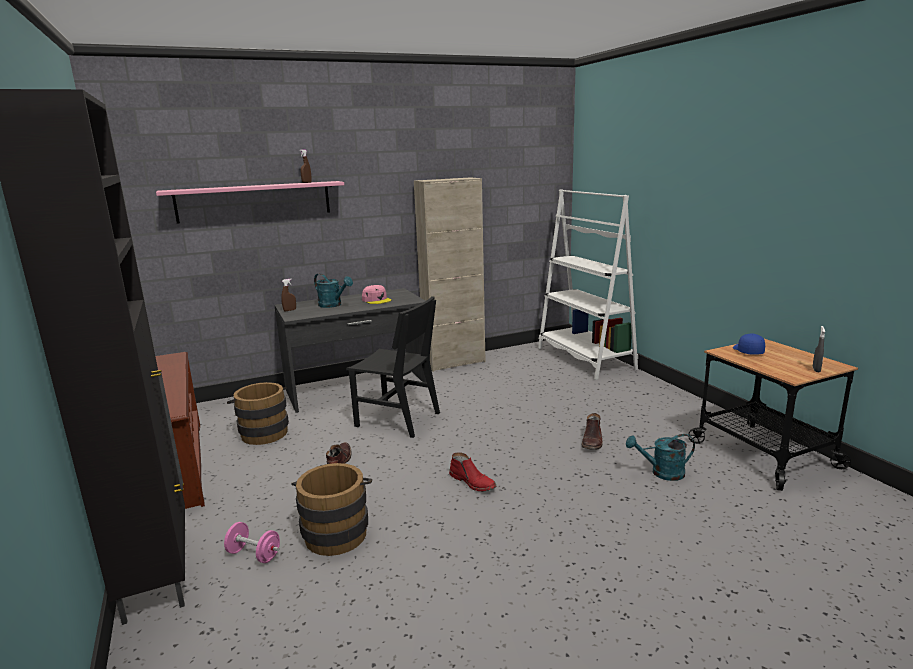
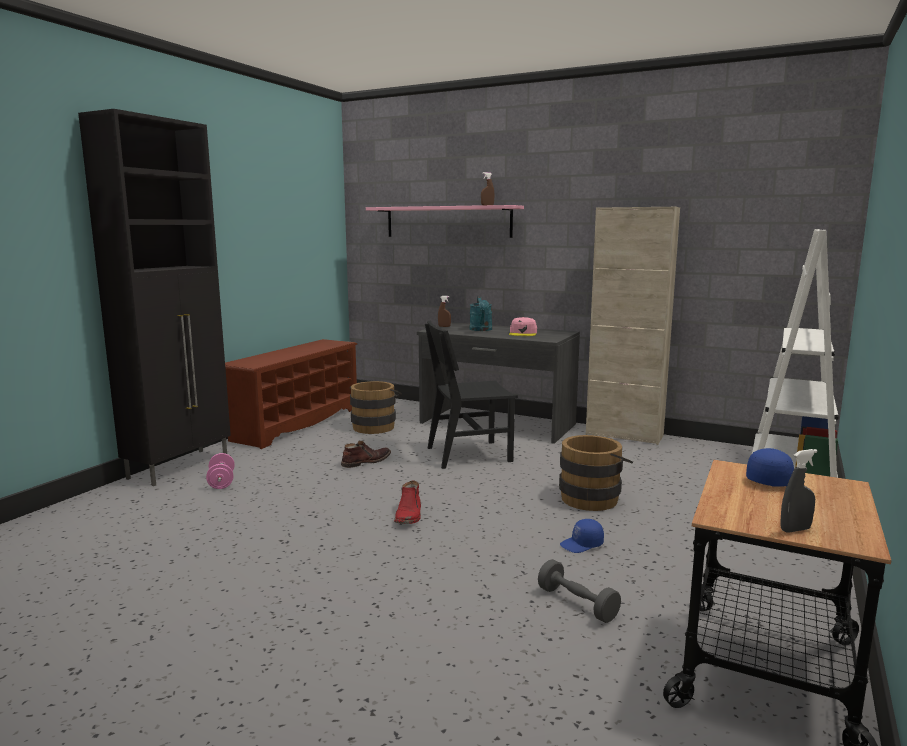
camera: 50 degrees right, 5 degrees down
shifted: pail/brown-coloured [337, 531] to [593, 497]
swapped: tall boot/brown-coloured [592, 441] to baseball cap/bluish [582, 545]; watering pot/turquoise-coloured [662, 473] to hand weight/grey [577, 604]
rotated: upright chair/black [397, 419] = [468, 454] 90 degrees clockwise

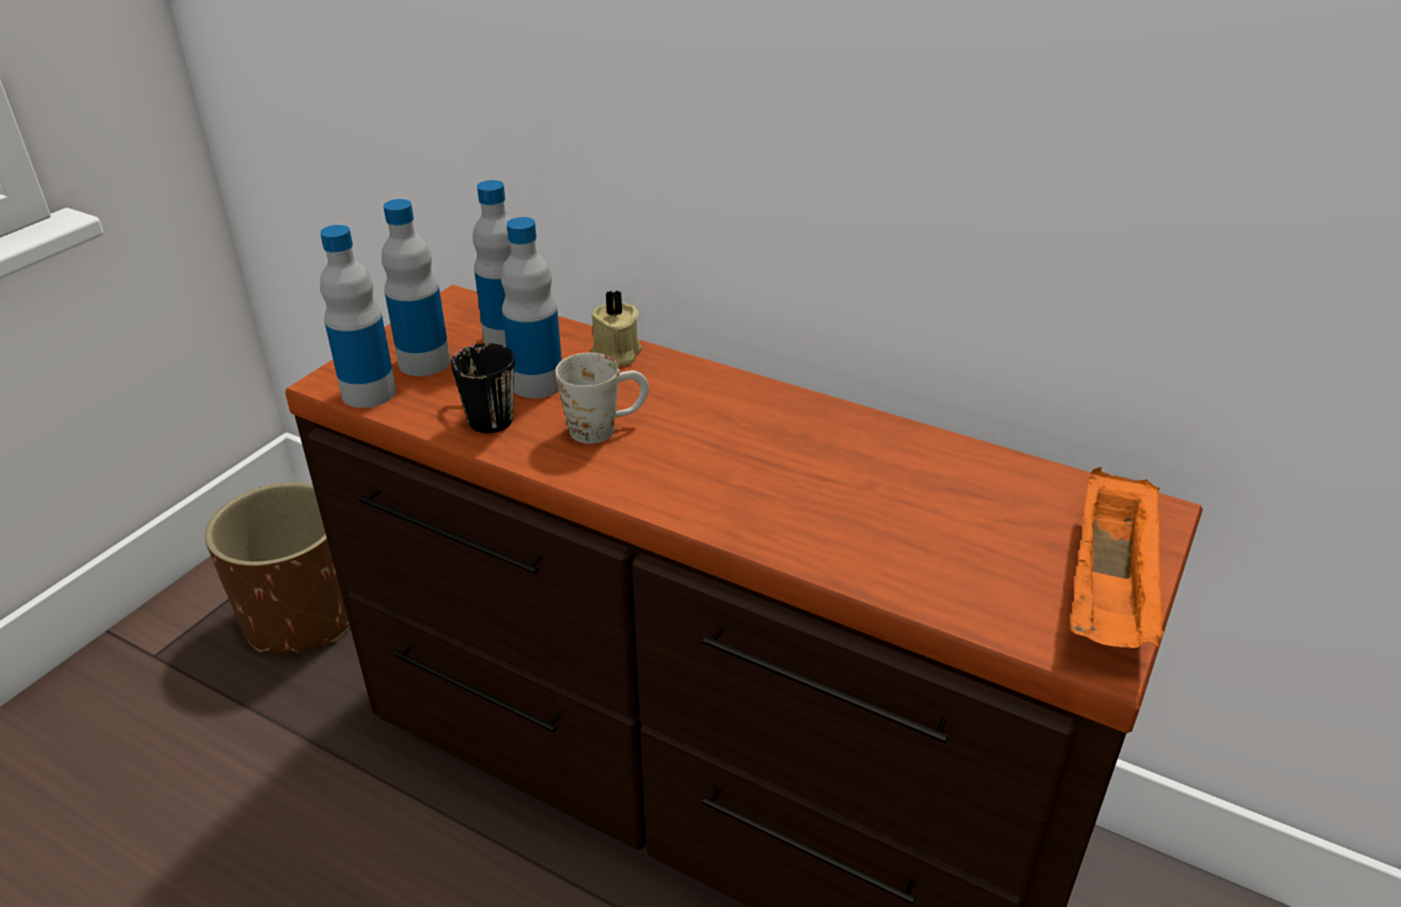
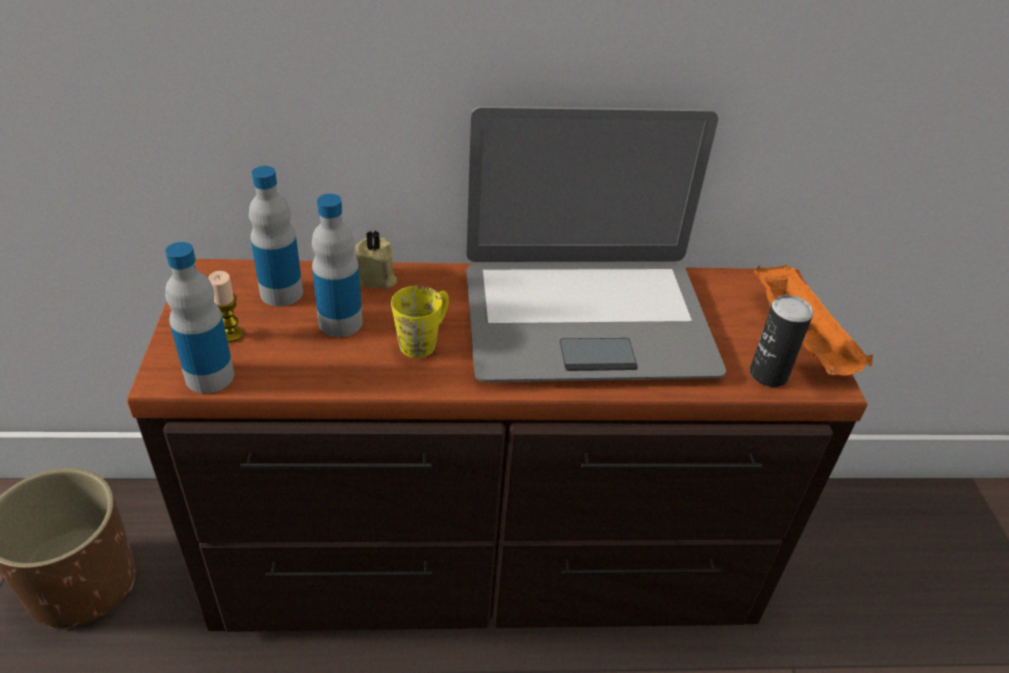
camera: 35 degrees left, 5 degrees up
gone: mug/black [482, 414]
new: notebook computer [586, 320]; can [768, 374]
swapped: drink bottle [424, 362] to wax light [230, 334]
repainted: mug/white-coloured [606, 427] to mug/yellowish [424, 340]

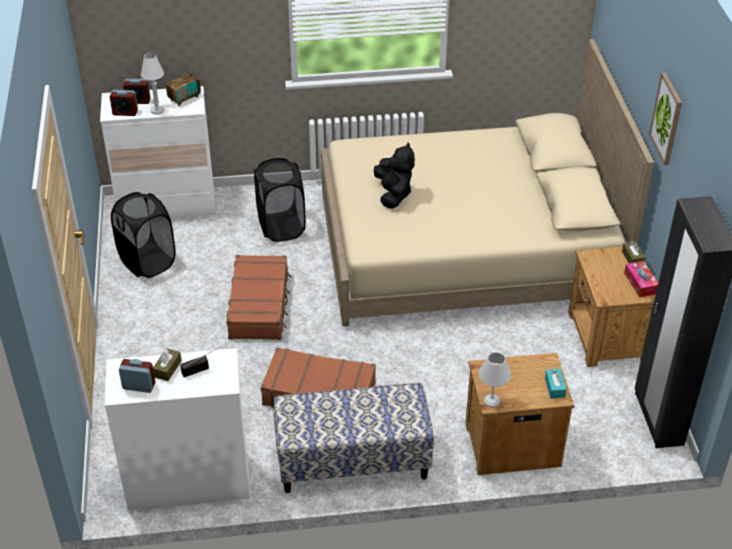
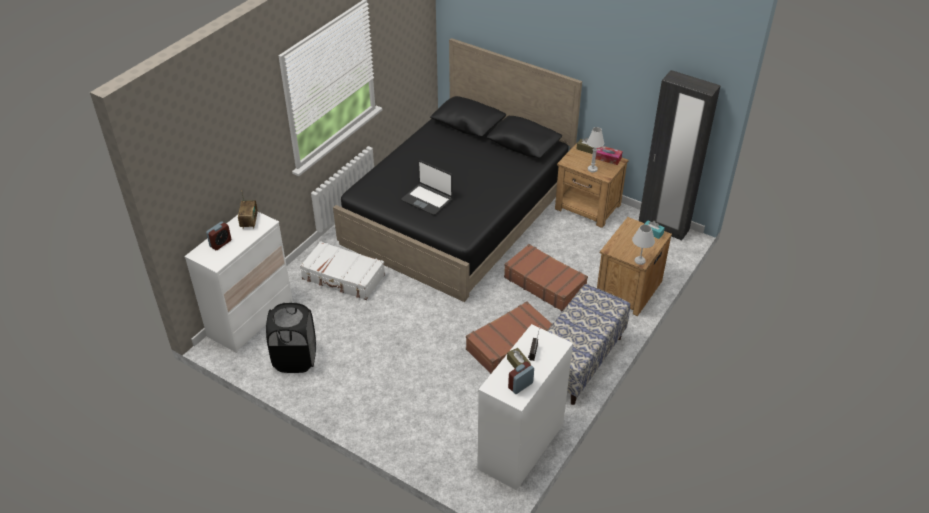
camera: 50 degrees left, 0 degrees up
gone: bedside clock [125, 112]; wall picture [667, 118]
shifted: table lamp/white-coloured [157, 110] to [592, 169]; piece of luggage/brown-coloured [259, 305] to [545, 283]
swapped: laundry basket/black [281, 227] to piece of luggage/white-coloured [343, 278]; soft toy/black [393, 194] to notebook computer [427, 199]
repainted: bed/beige [466, 247] to bed/black [459, 214]

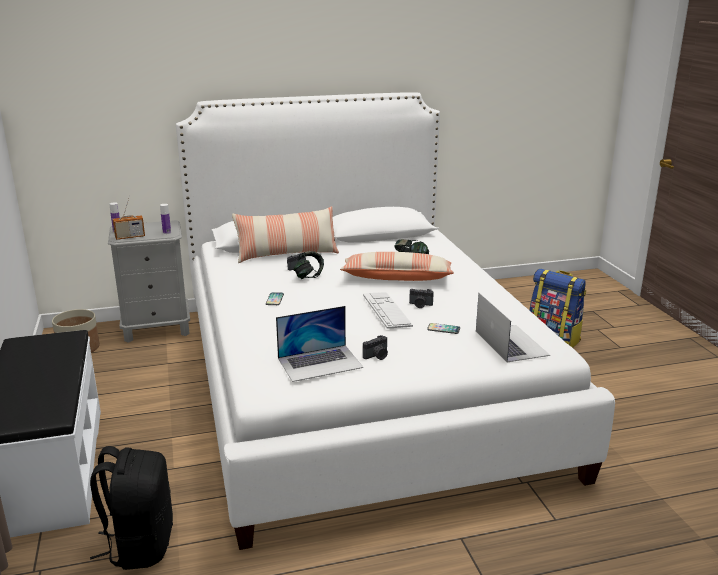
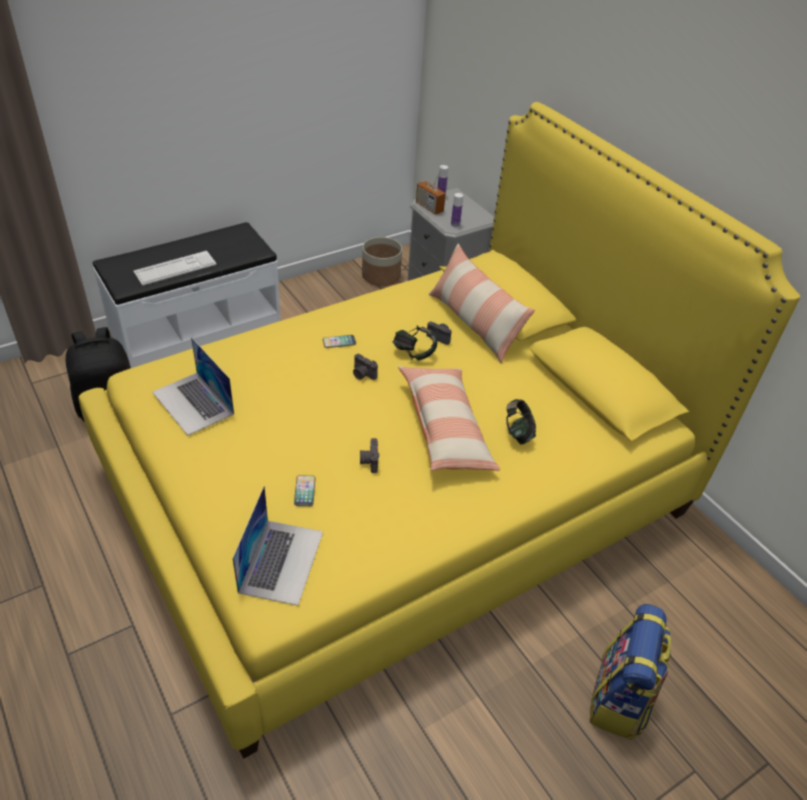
camera: 70 degrees right, 20 degrees up
shifted: computer keyboard [386, 310] to [175, 269]; still camera [377, 356] to [363, 374]
repainted: bed/white-coloured [357, 383] to bed/yellowish [396, 488]
rotated: notebook computer [511, 343] = [281, 561] 45 degrees counterclockwise

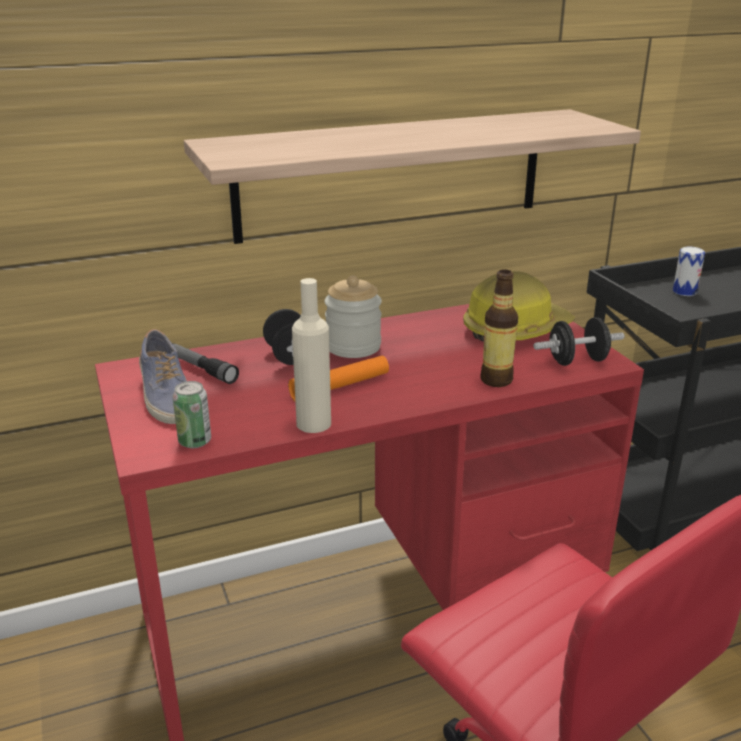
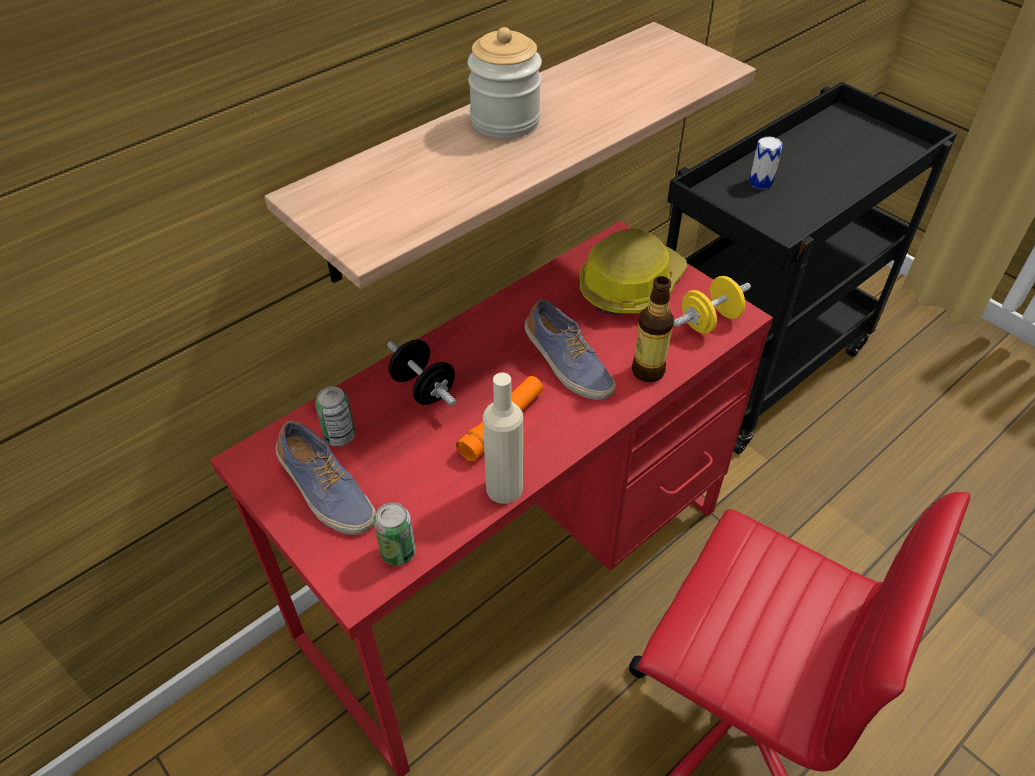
camera: 20 degrees left, 20 degrees up
new: shoe [566, 365]
shifted: storage jar [353, 346] to [505, 121]
swapped: hand torch [202, 369] to can [339, 436]
repainted: hand weight/black [577, 361] to hand weight/yellowish [709, 321]

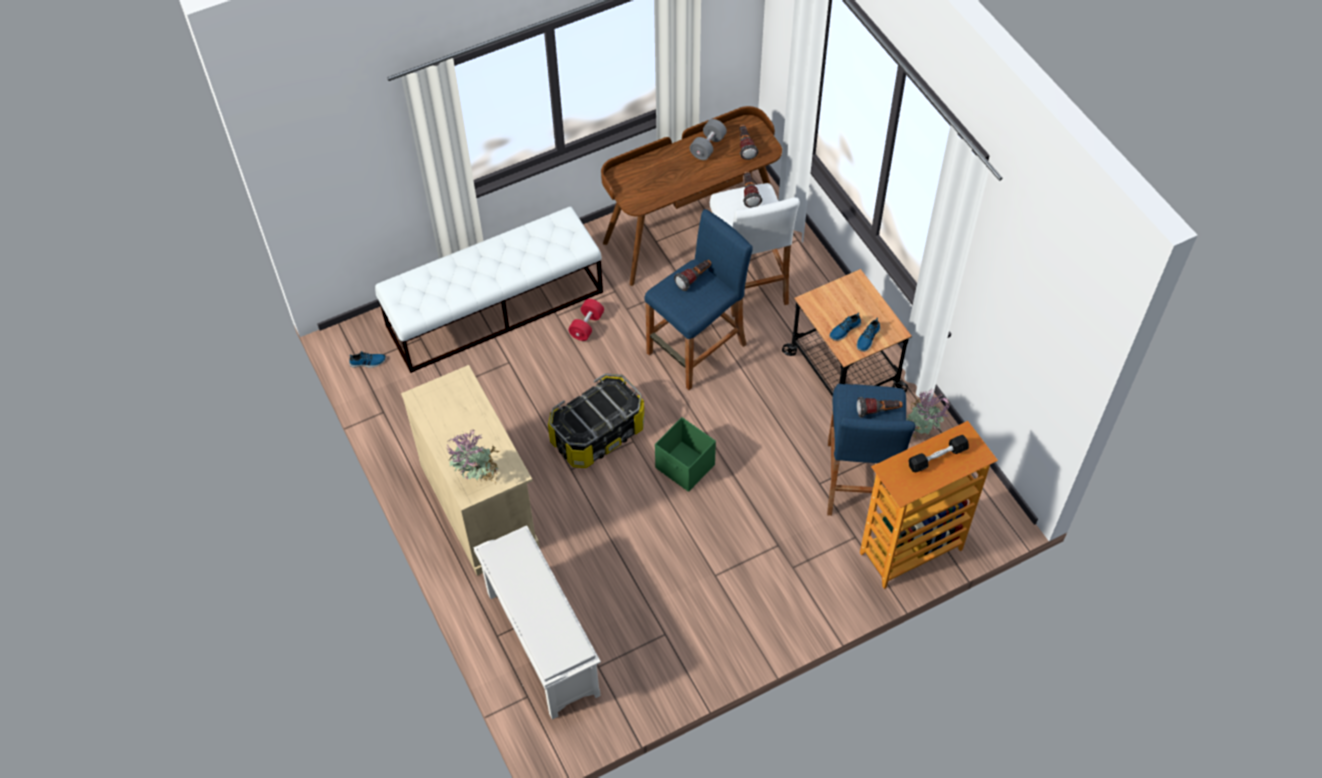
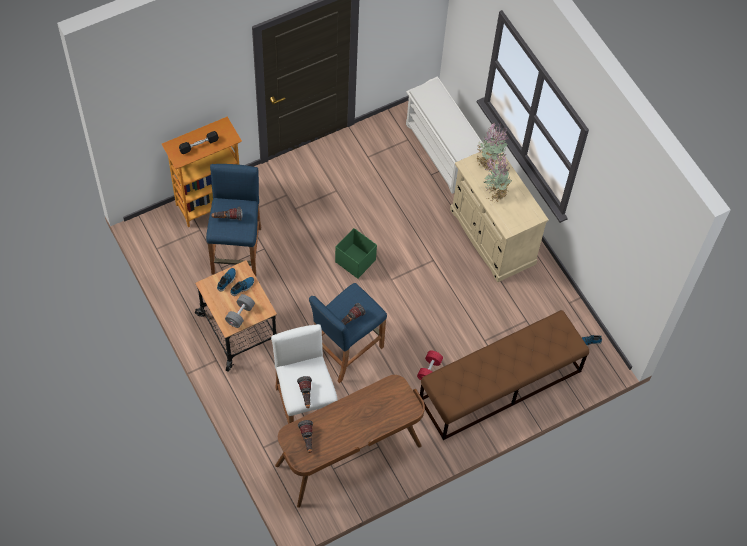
camera: 175 degrees right, 5 degrees up
gone: storage box [597, 433]
shifted: hand weight/grey [707, 147] to [240, 314]; plant in a pot [921, 434] to [495, 192]
repainted: long seat/white-coloured [495, 309] to long seat/brown-coloured [500, 385]

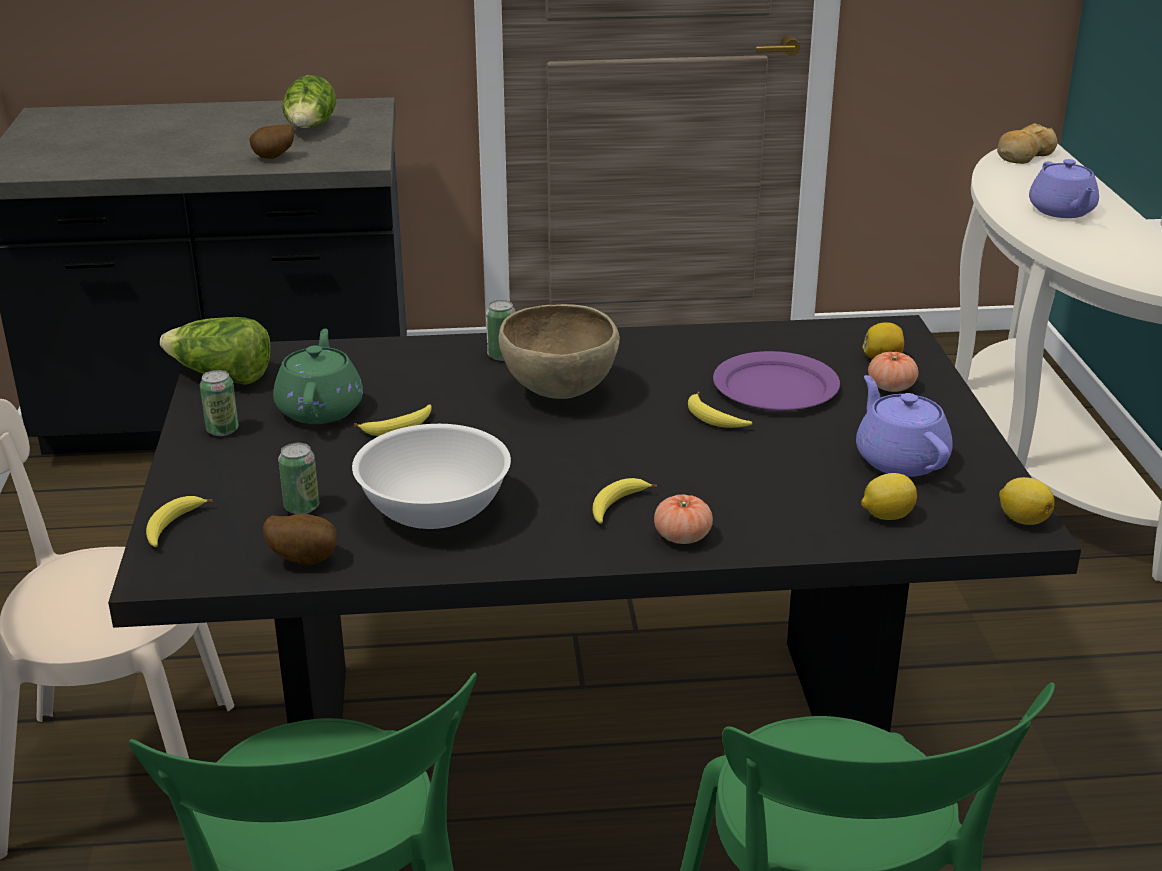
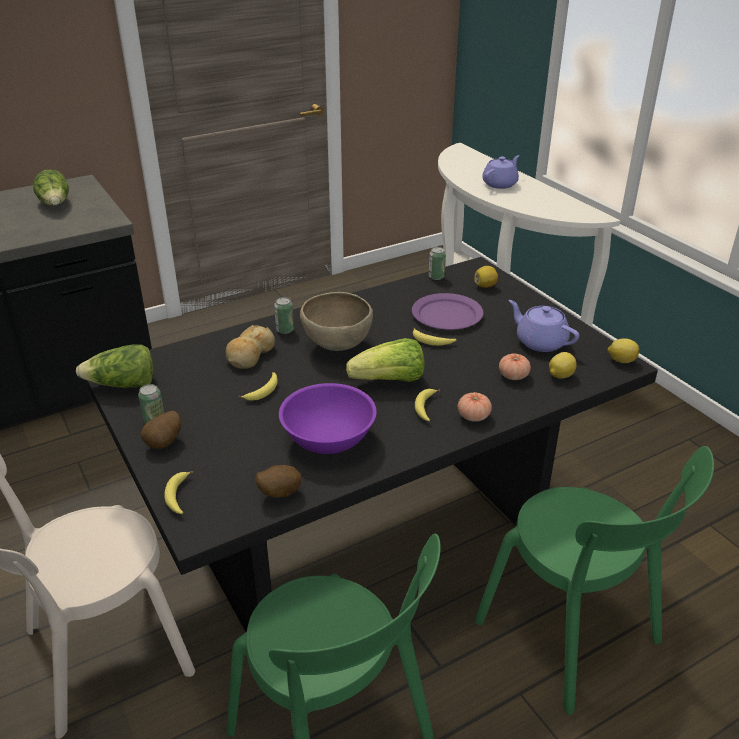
camera: 25 degrees left, 5 degrees up
gone: pot for tea/greenish [320, 408]
new: lettuce [390, 381]
shifted: whole potato [274, 158] to [165, 443]; can [302, 507] to [436, 277]; whole tomato [891, 387] to [513, 376]; bread [1024, 155] to [250, 355]
repainted: deep dish/white-coloured [435, 511] to deep dish/purple [329, 439]
rotated: pot for tea/purple [1062, 211] = [500, 184] 105 degrees counterclockwise

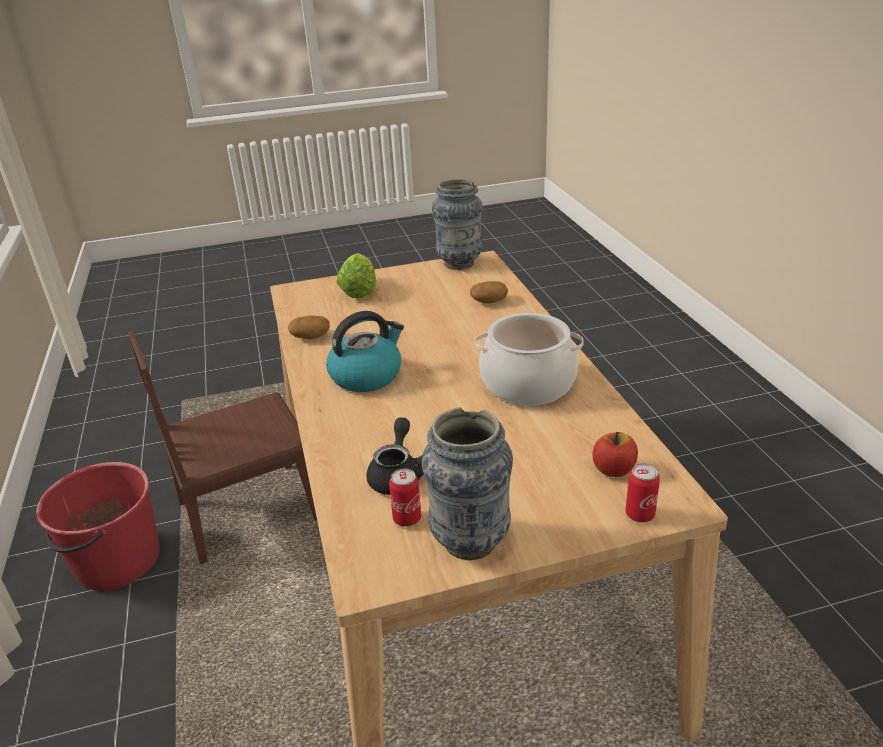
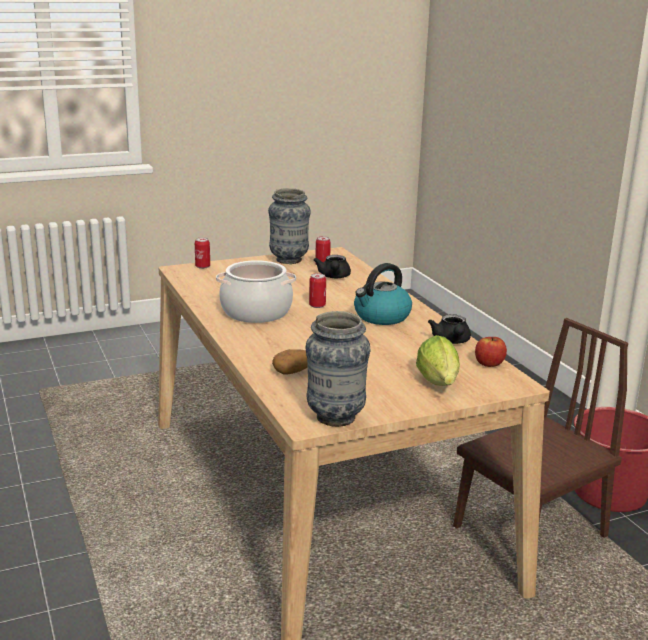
camera: 170 degrees right, 10 degrees down
new: can [317, 305]
shifted: apple fruit [613, 469] to [489, 363]
swapped: whole potato [310, 337] to pot for tea/black [451, 341]

